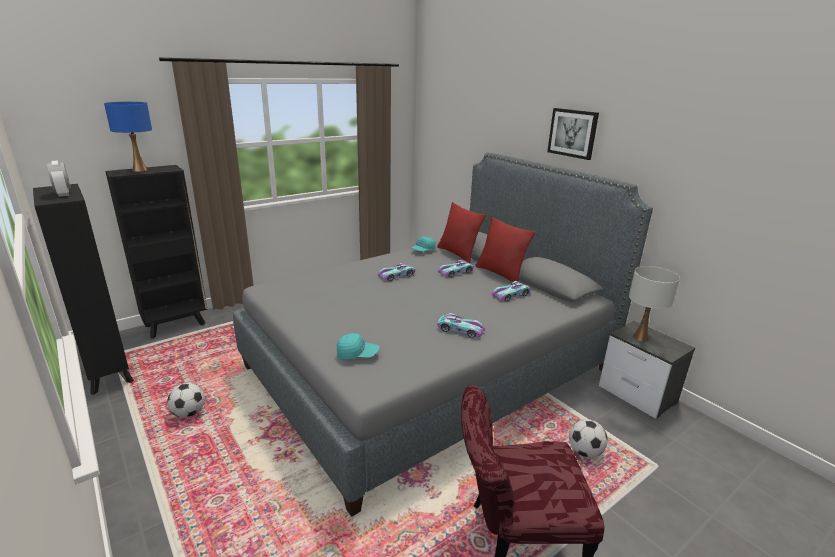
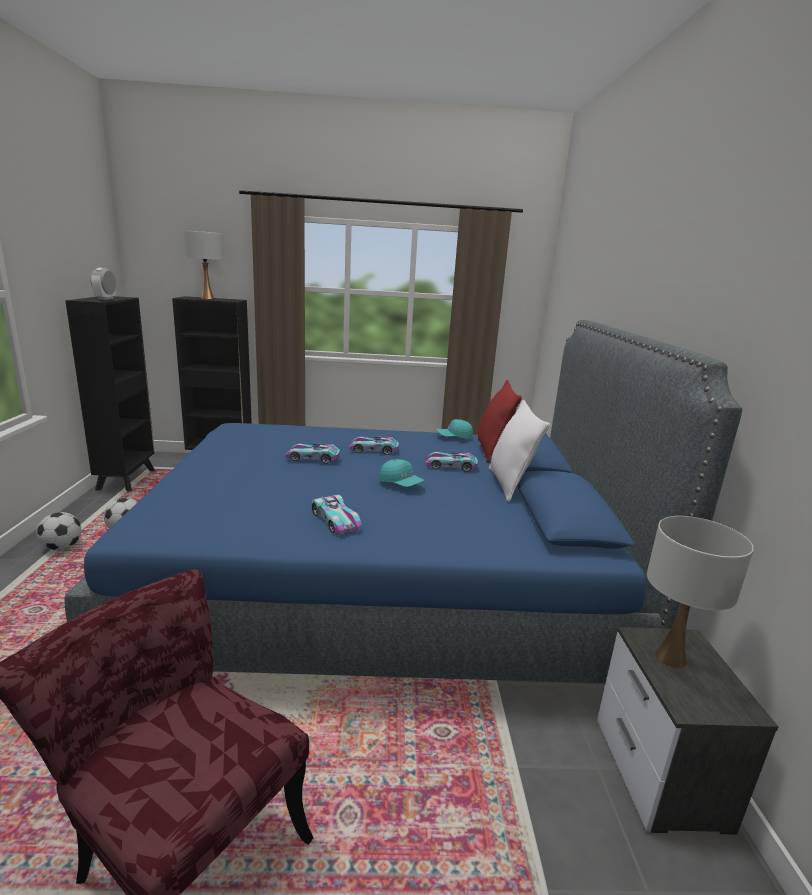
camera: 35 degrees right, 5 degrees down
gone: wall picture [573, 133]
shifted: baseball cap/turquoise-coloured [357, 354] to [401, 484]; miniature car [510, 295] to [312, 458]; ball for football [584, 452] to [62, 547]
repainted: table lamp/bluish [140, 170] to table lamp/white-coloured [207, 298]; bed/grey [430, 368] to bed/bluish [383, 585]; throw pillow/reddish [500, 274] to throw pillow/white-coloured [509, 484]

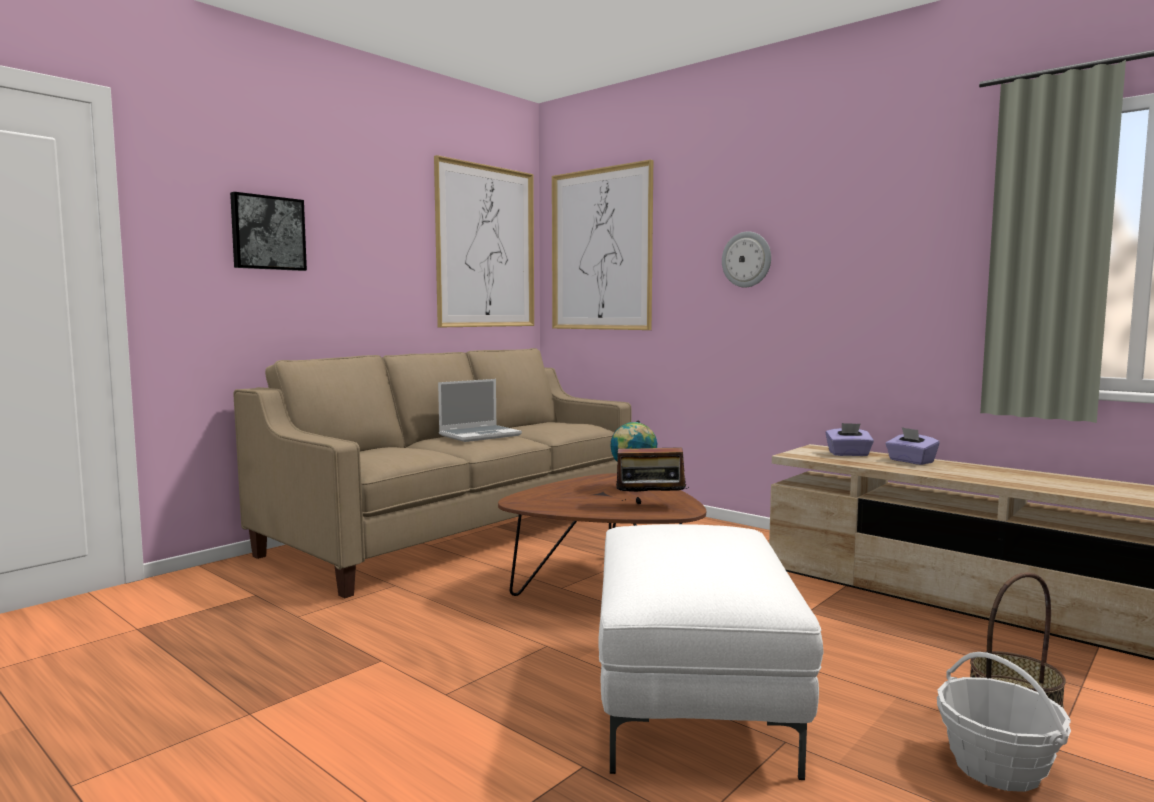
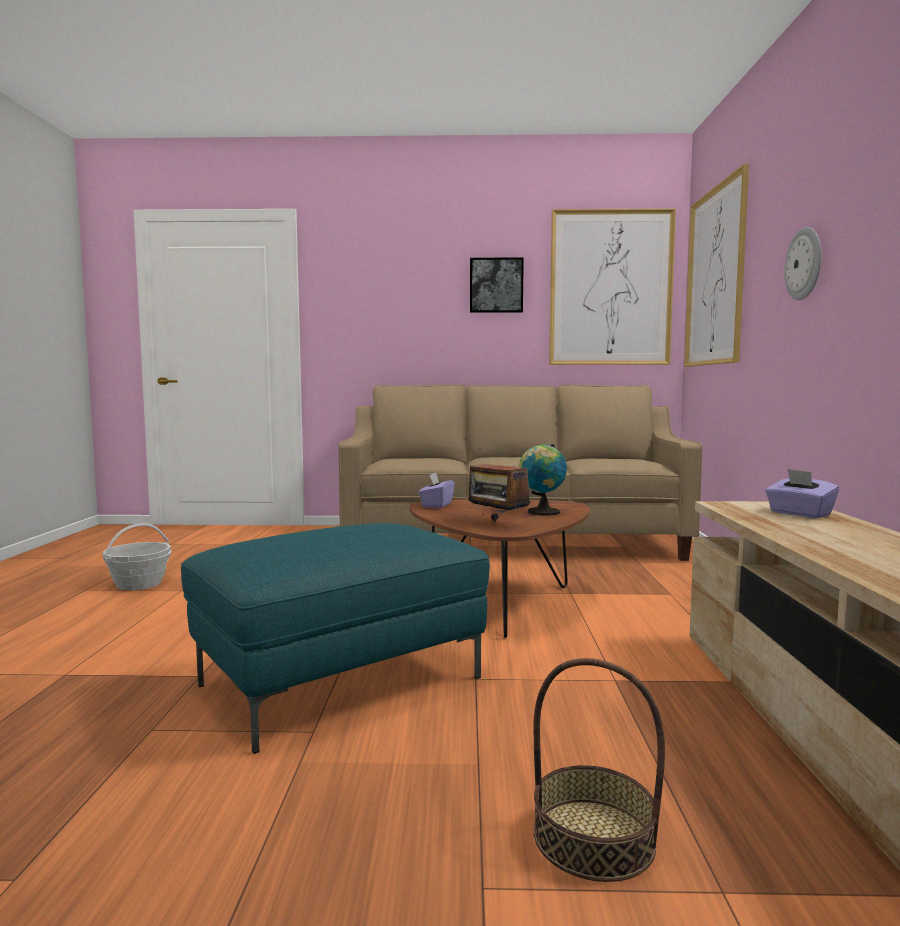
camera: 50 degrees right, 0 degrees up
gone: notebook computer [480, 435]
shifted: wall picture [267, 233] to [496, 285]; tissue box/purple [910, 461] to [436, 505]; basket [997, 767] to [139, 584]
repainted: footrest/white-coloured [689, 699] to footrest/turquoise-coloured [341, 680]

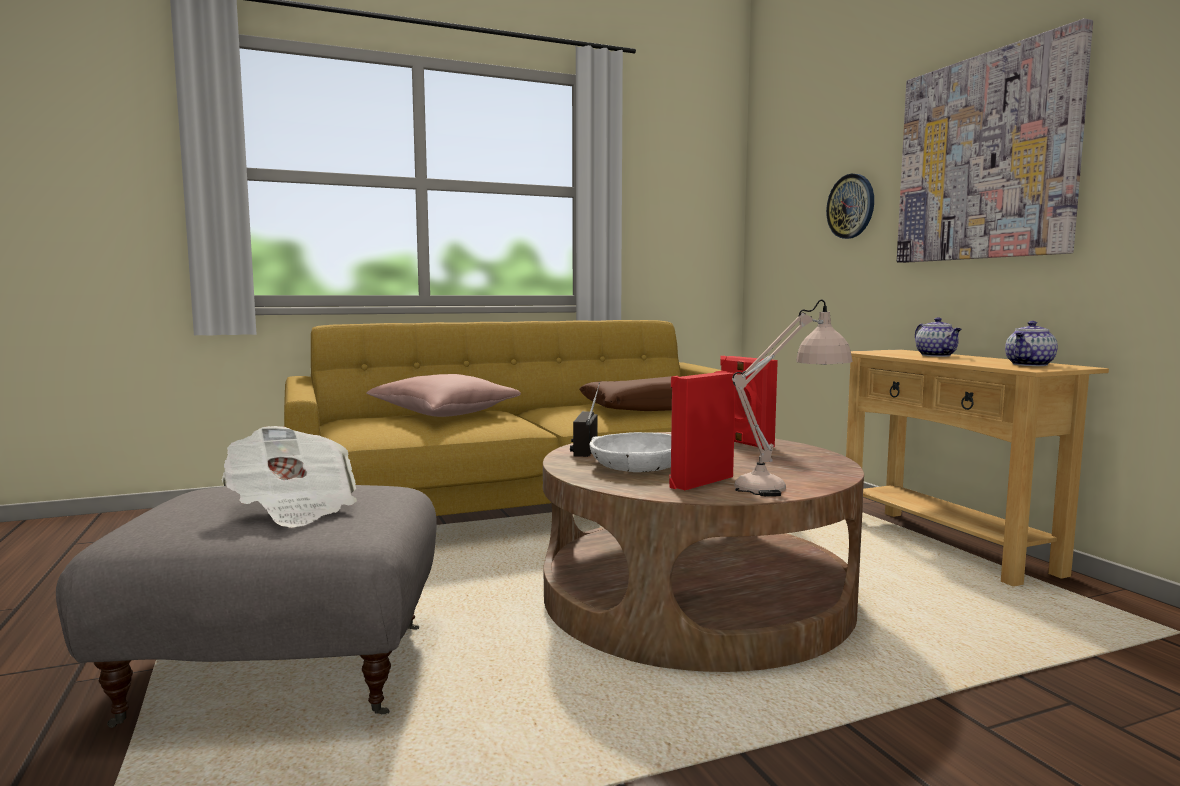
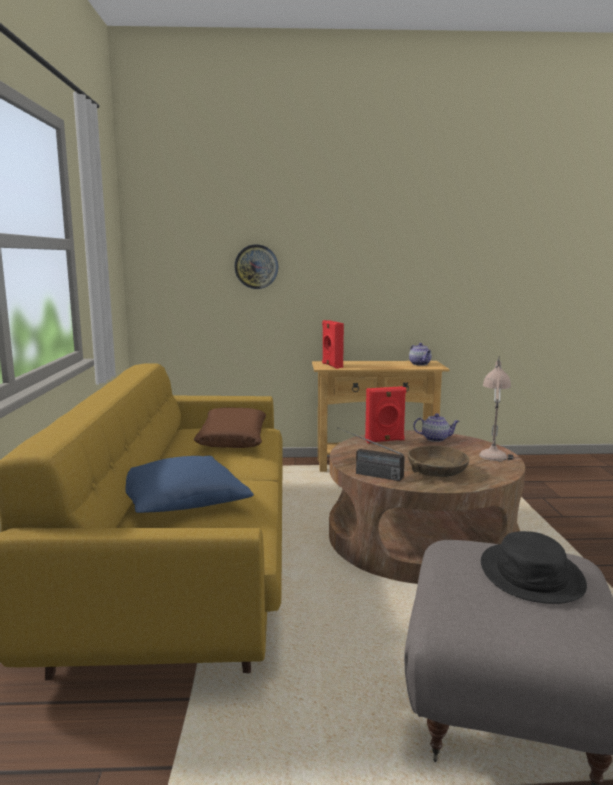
camera: 70 degrees left, 5 degrees up
gone: wall picture [985, 158]
shifted: loudspeaker/reddish [699, 482] to [331, 365]; pot for tea [937, 355] to [436, 439]
swapped: newspaper [293, 508] to clothing hat/black [531, 574]
repainted: throw pillow/pinkish [444, 414] to throw pillow/bluish [180, 502]; deep dish/white-coloured [637, 466] to deep dish/brown-coloured [437, 470]

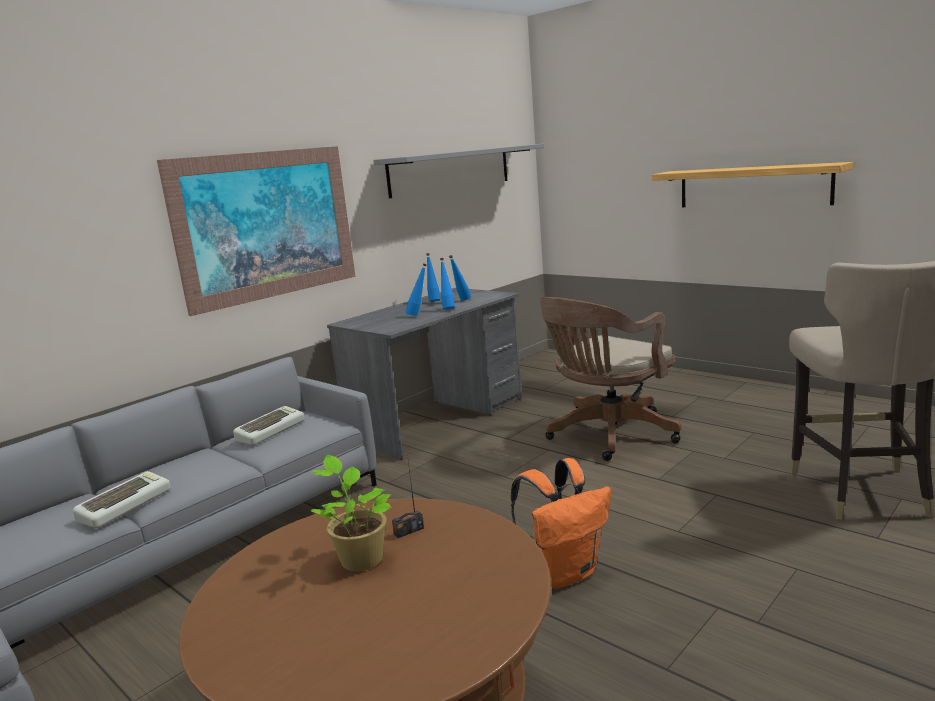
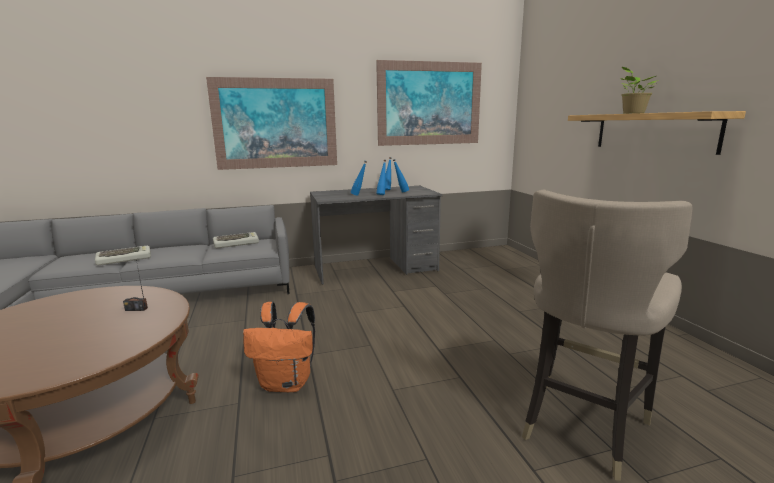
camera: 30 degrees right, 0 degrees up
gone: desk chair/brown-coloured [608, 435]
shifted: plant in a pot [360, 558] to [632, 113]
swapped: wall shelf/grey [450, 170] to wall picture [429, 103]

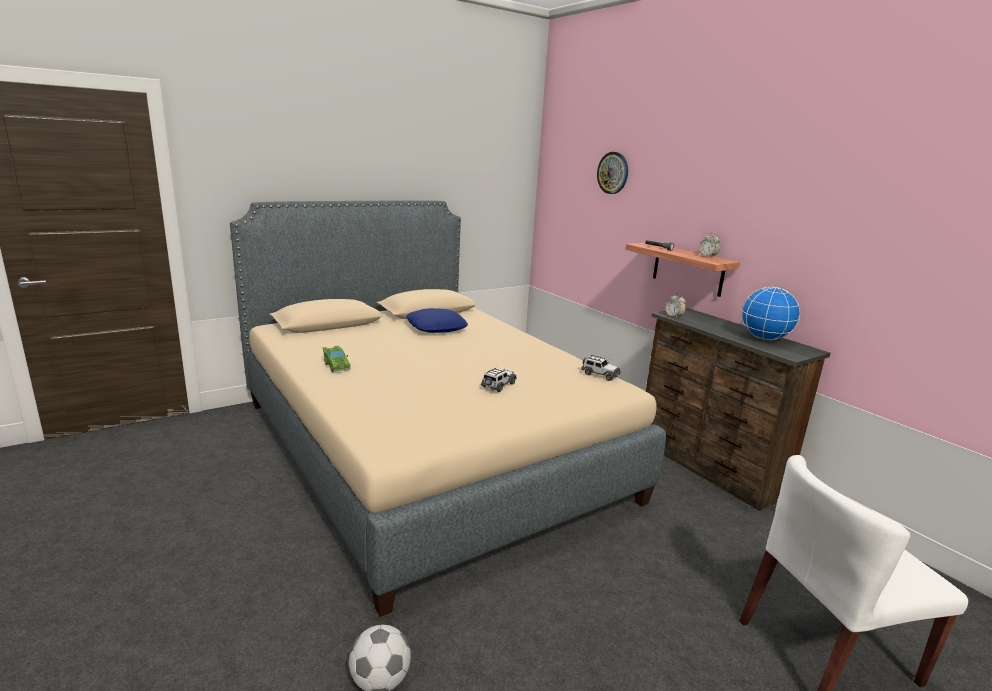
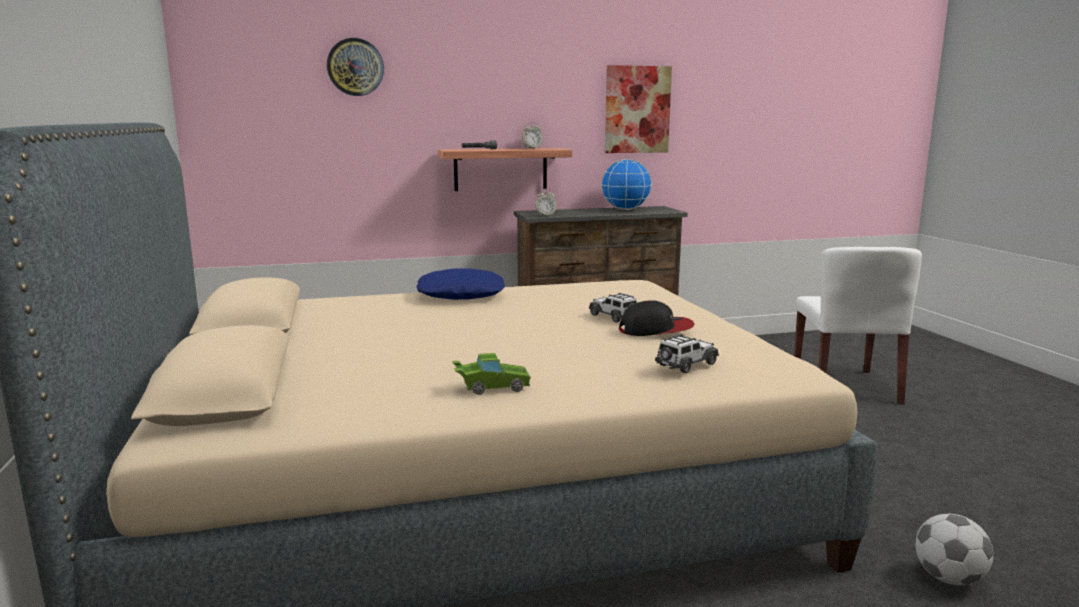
camera: 70 degrees left, 5 degrees down
new: wall picture [637, 109]; baseball cap [656, 329]
shifted: throw pillow/bluish [436, 327] to [461, 294]; miniature car [600, 375] to [686, 365]

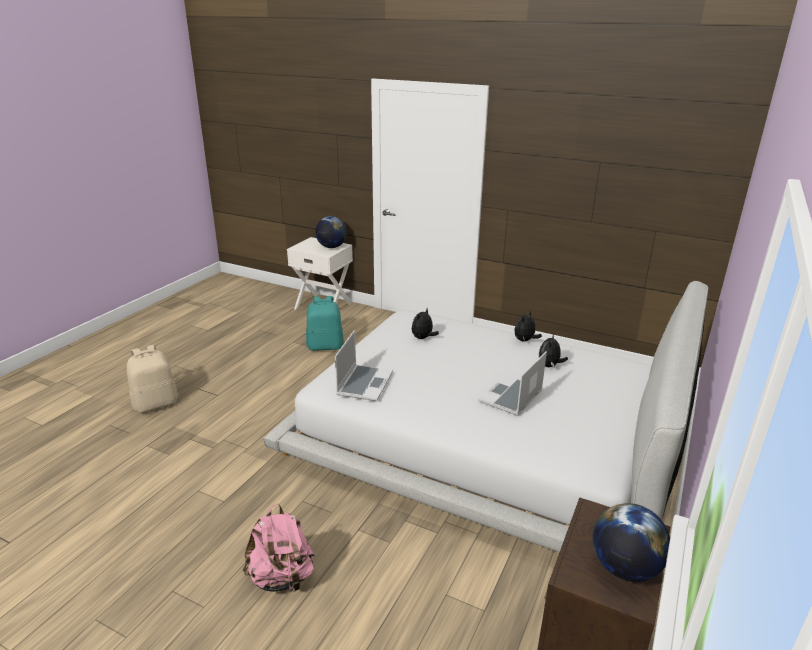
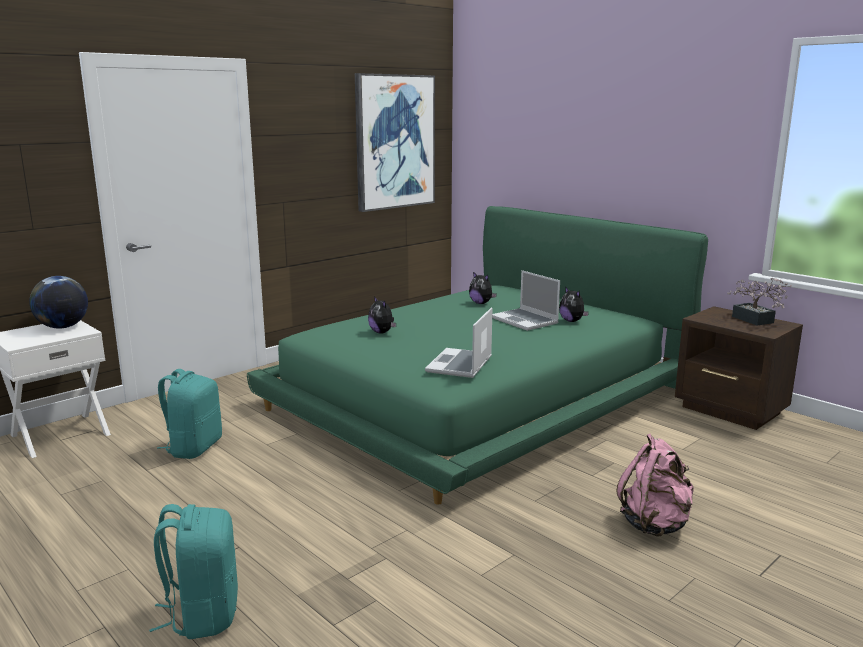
camera: 70 degrees left, 10 degrees down
new: wall picture [394, 142]
shifted: soft toy [525, 340] to [572, 321]
swapped: globe [624, 568] to plant in a pot [755, 321]
repainted: rucksack/beige [156, 403] to rucksack/turquoise-coloured [202, 614]; bed/white-coloured [486, 439] to bed/greenish [480, 396]
rotated: notebook computer [364, 383] = [460, 365] 105 degrees counterclockwise

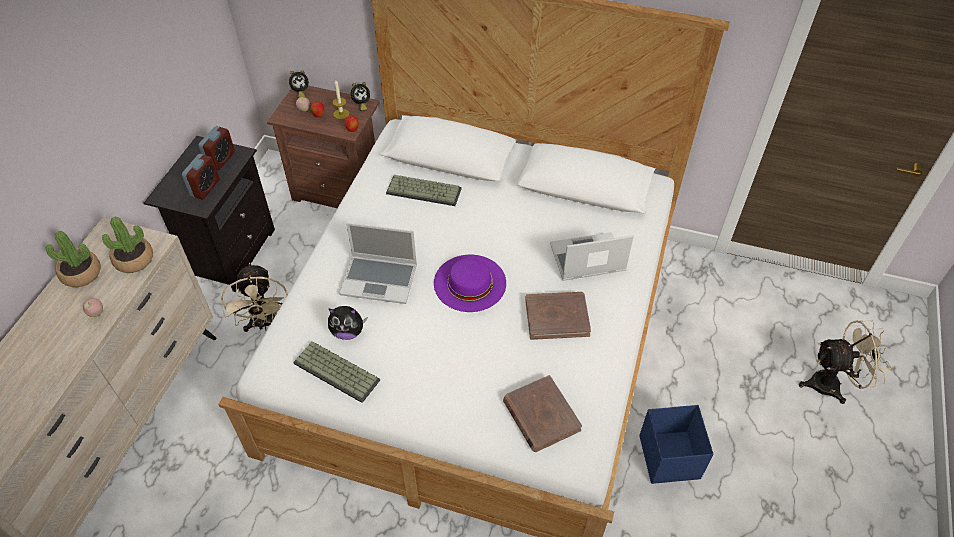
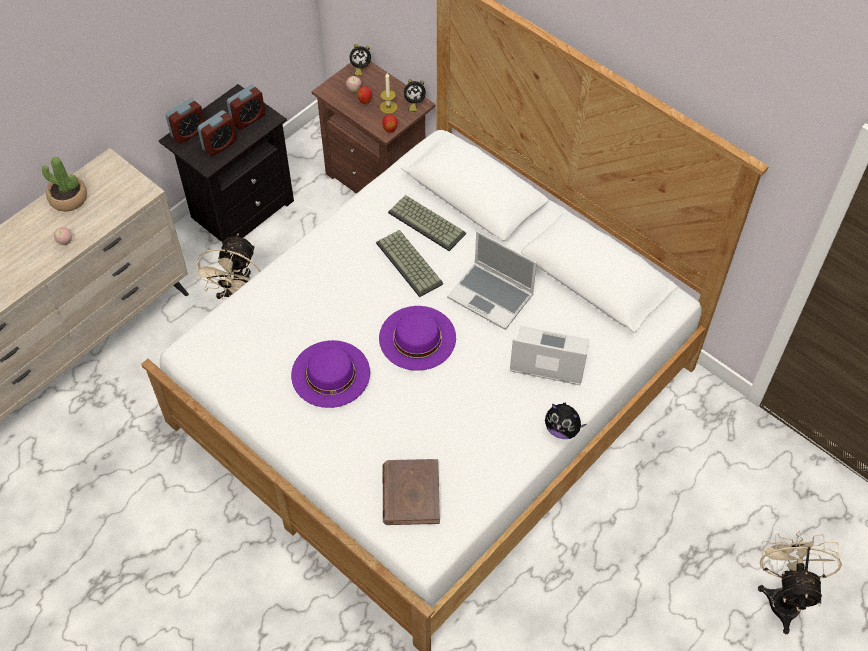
camera: 25 degrees right, 5 degrees up
gone: plant in a pot [134, 260]; volume/brown-coloured [557, 317]; storage box/bluish [669, 458]
new: bedside clock [188, 132]; clothing hat/purple [330, 374]
shifted: computer keyboard [338, 371] to [411, 263]; soft toy [348, 332] to [562, 429]; notebook computer [380, 279] to [492, 296]
rotated: electric fan/beige [832, 384] = [784, 595] 105 degrees counterclockwise

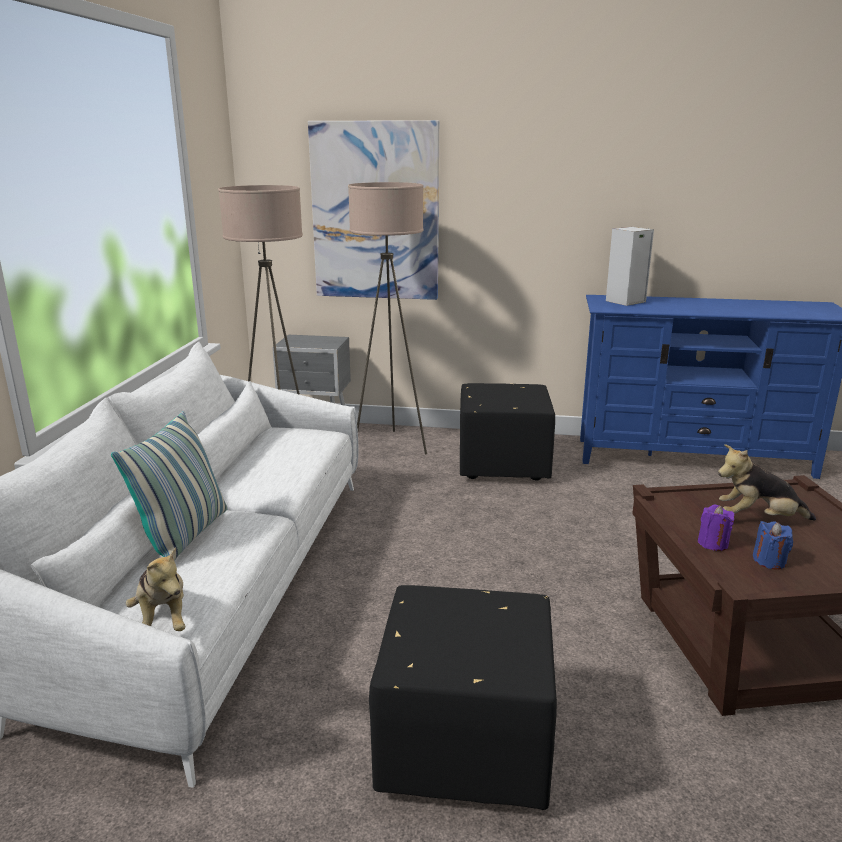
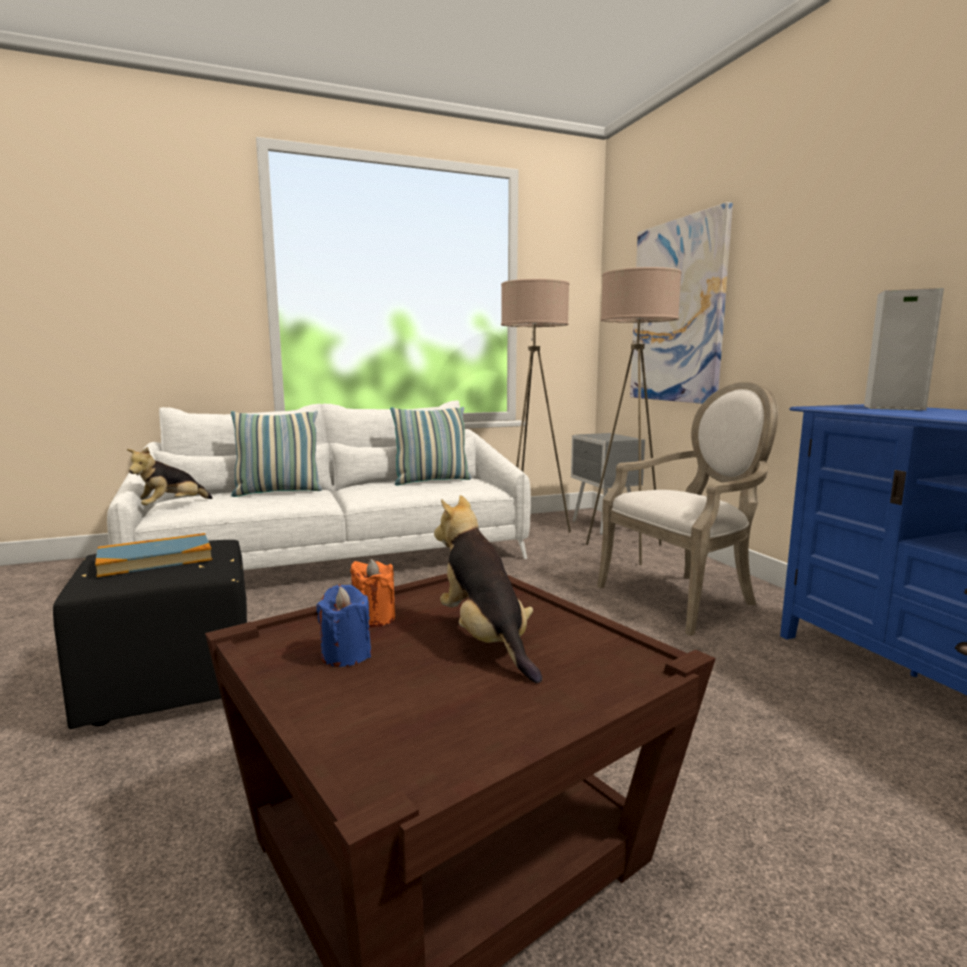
camera: 60 degrees right, 10 degrees down
new: volume [155, 559]; throw pillow [431, 481]
swapped: footrest/black [503, 465] to lounge chair [685, 598]
repainted: wax light/purple [713, 543] to wax light/orangey [373, 618]

